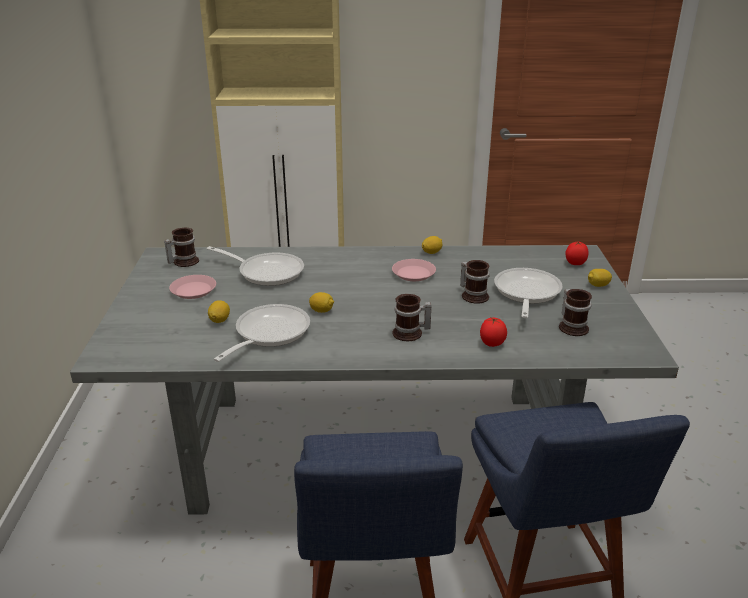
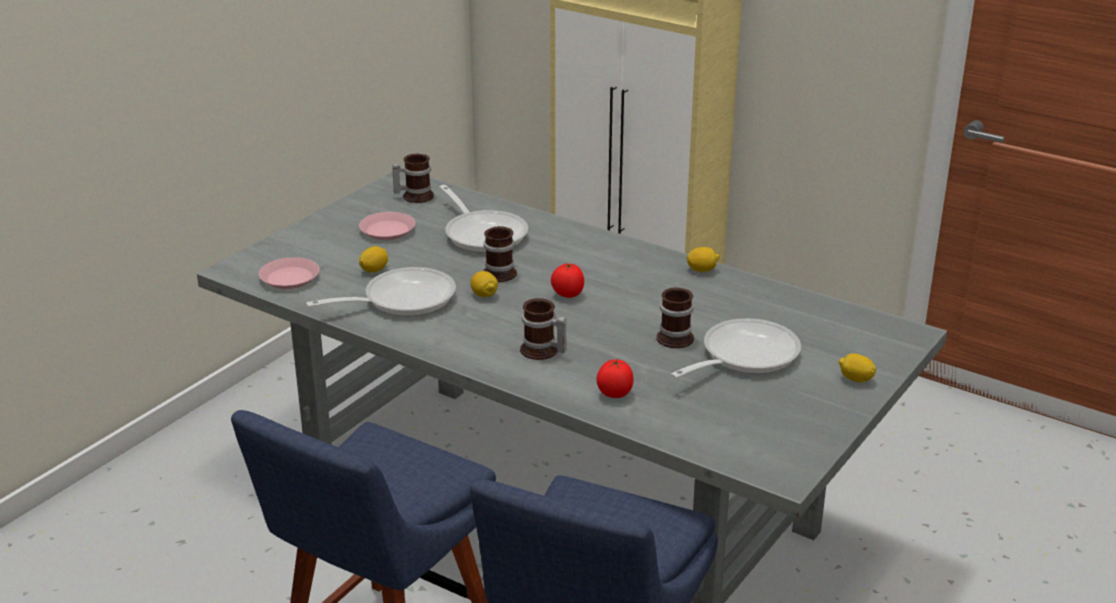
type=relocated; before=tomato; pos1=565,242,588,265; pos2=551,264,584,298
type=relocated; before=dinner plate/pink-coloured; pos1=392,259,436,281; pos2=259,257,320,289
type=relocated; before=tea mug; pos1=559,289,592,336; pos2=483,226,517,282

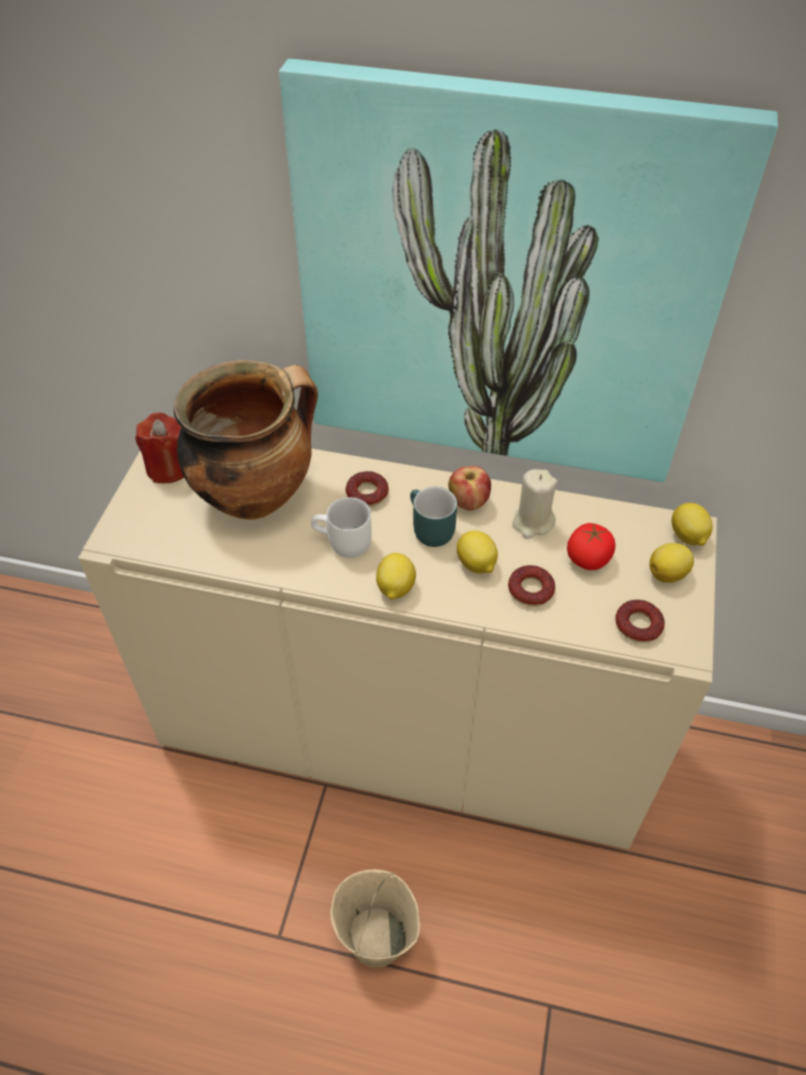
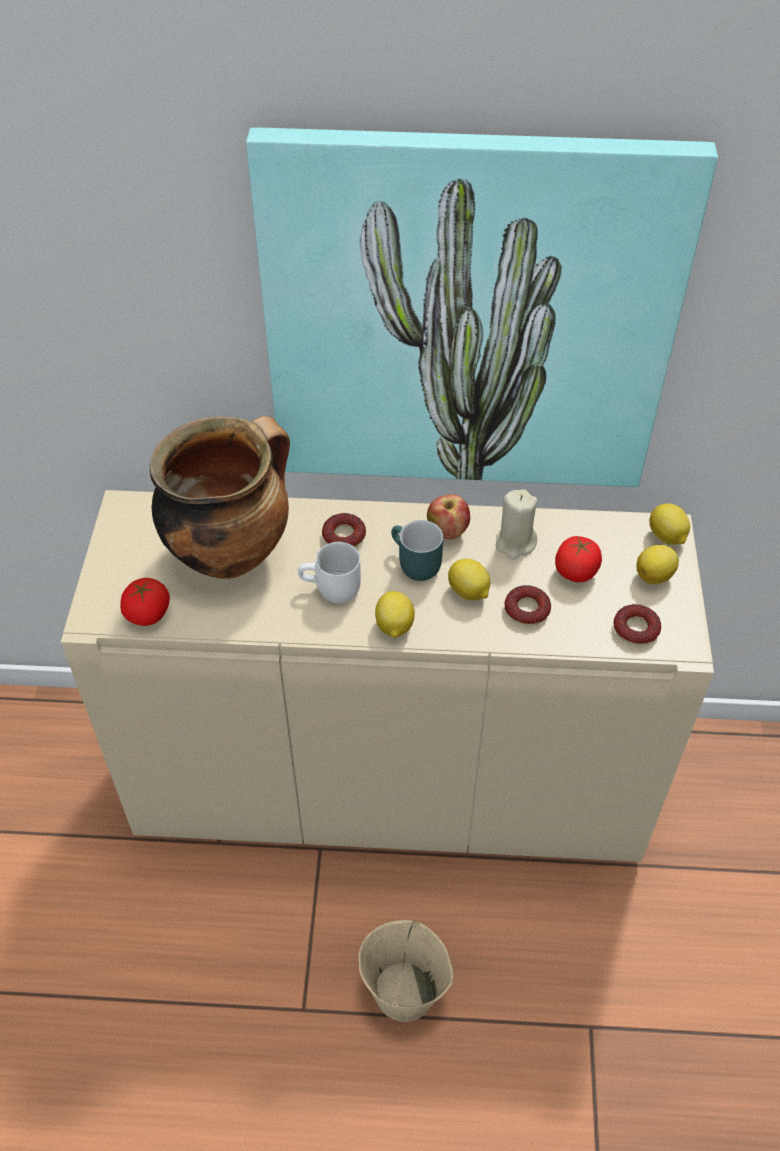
type=missing; before=wax candle/reddish; pos1=135,412,184,484
type=appeared; after=tomato; pos2=120,578,170,626

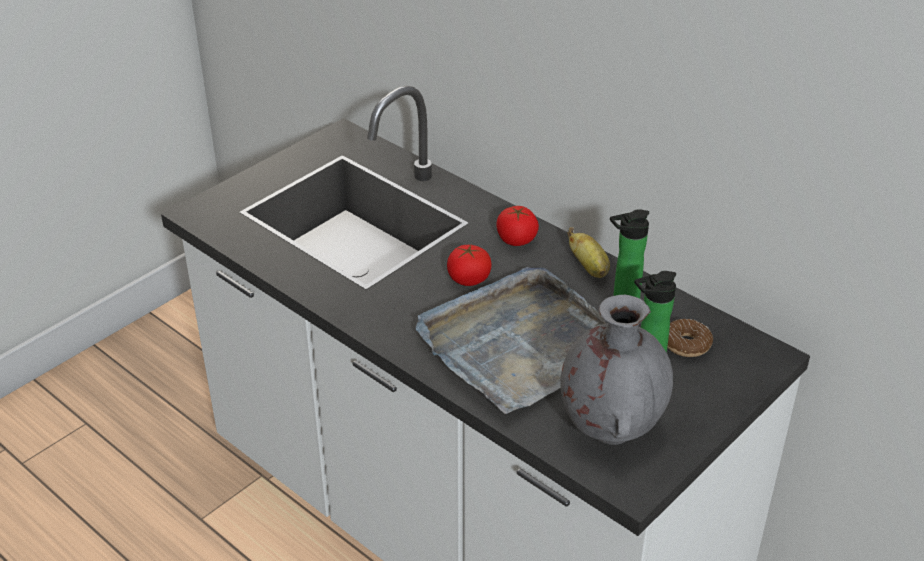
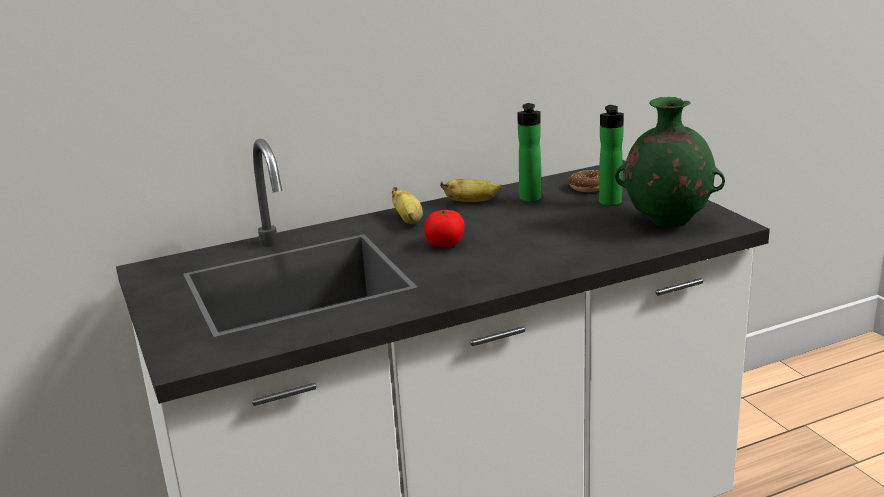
type=exchanged; before=tomato; after=banana; pos1=497,206,539,246; pos2=392,187,423,224
type=missing; before=serving tray/grey; pos1=416,267,606,414
type=colour; before=decorative vase/grey; after=decorative vase/green-coloured; pos1=560,295,673,445; pos2=615,97,725,227

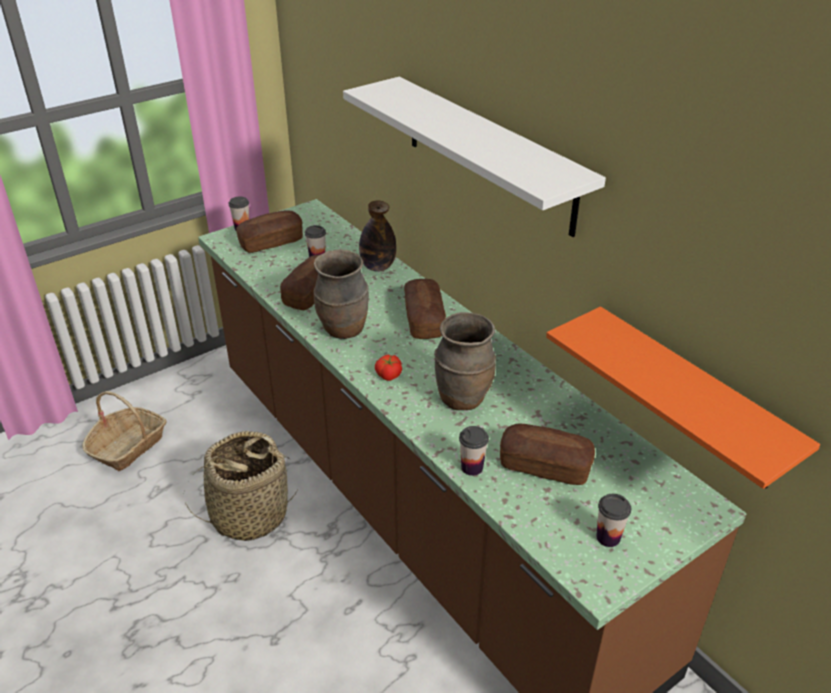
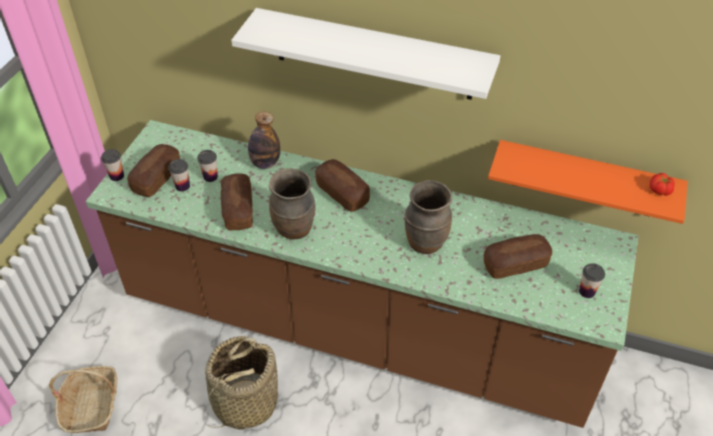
type=relocated; before=tomato; pos1=375,354,402,381; pos2=649,173,675,196
type=relocated; before=drinking cup; pos1=459,426,489,476; pos2=168,159,190,191

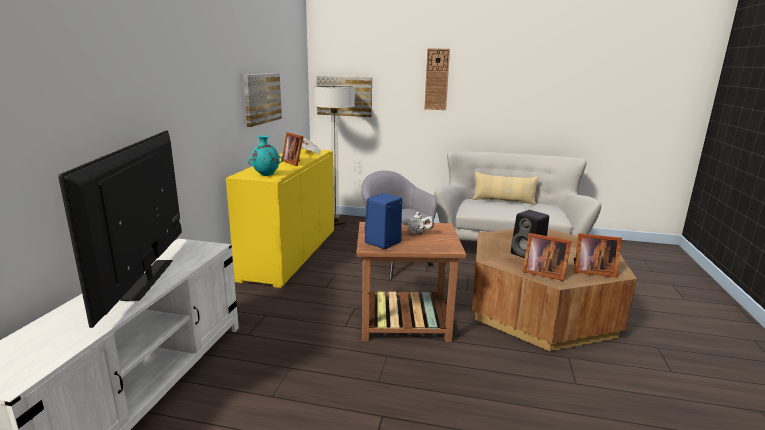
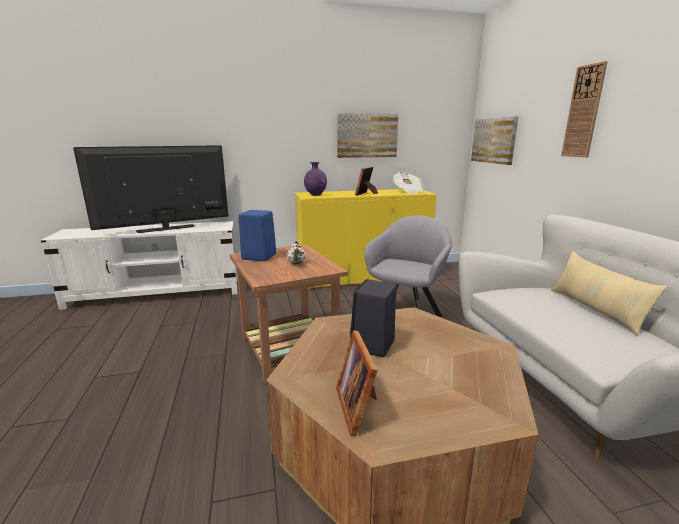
type=missing; before=standard lamp; pos1=313,85,355,226
type=colour; before=decorative vase/turquoise; after=decorative vase/purple-coloured; pos1=248,135,283,176; pos2=304,162,327,196
type=missing; before=photo frame; pos1=522,233,571,281

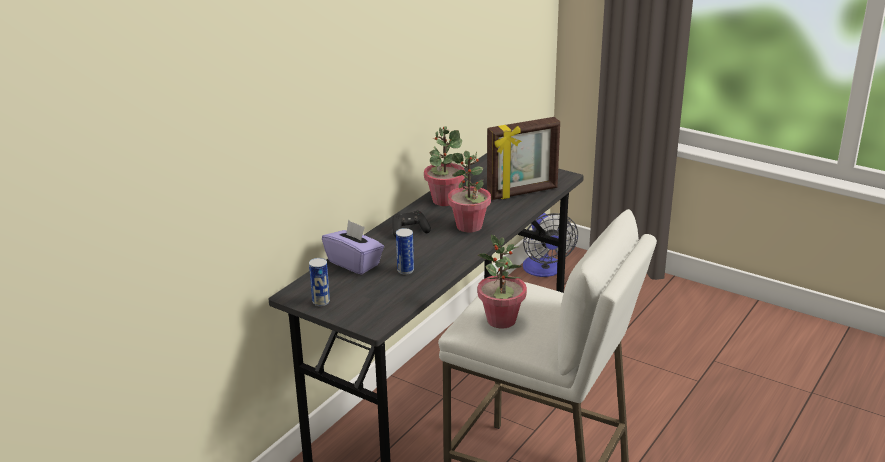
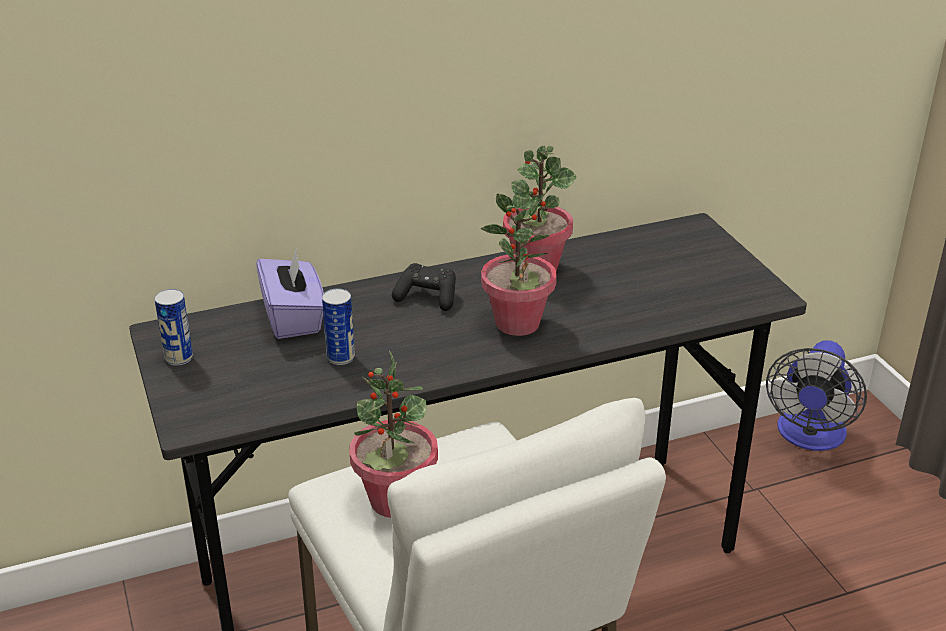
type=missing; before=photo frame; pos1=487,117,560,200

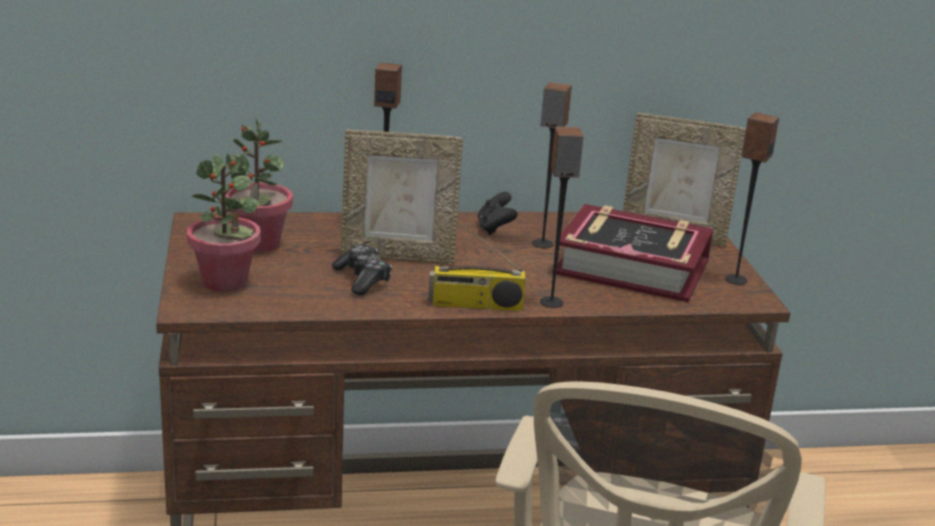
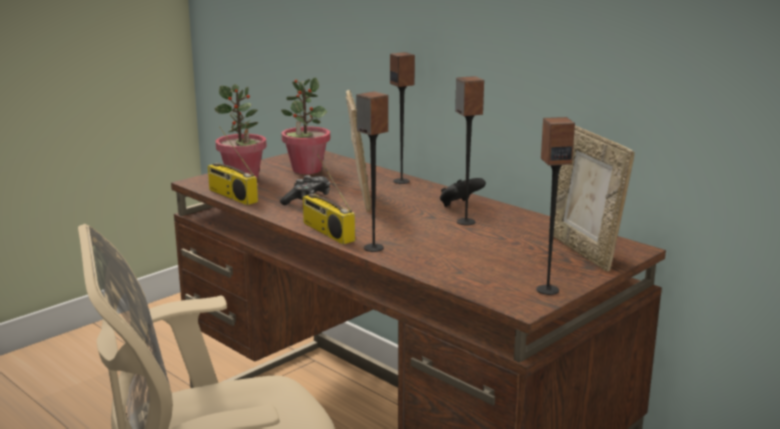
type=spun; before=photo frame; pos1=341,129,463,264; pos2=346,90,371,212; turn=-150
type=missing; before=volume; pos1=552,204,713,302
type=appeared; after=radio set; pos2=208,127,258,205

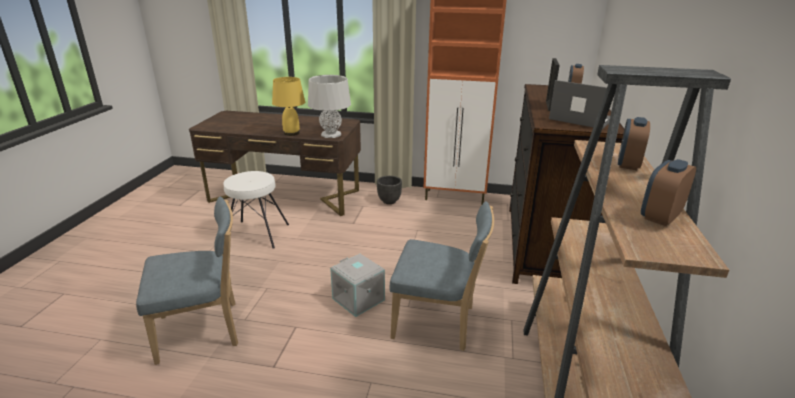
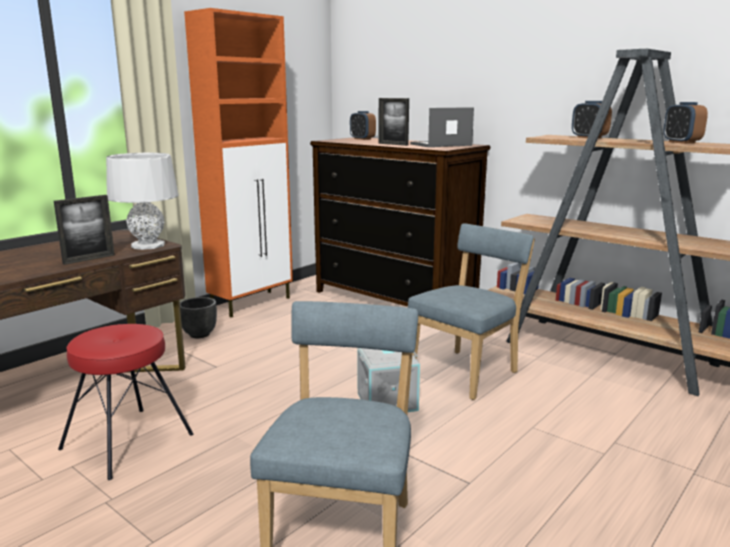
type=exchanged; before=table lamp/yellowish; after=photo frame; pos1=272,77,305,136; pos2=54,195,115,265
type=colour; before=stool seat/white-coloured; after=stool seat/reddish; pos1=223,171,289,248; pos2=58,324,194,480

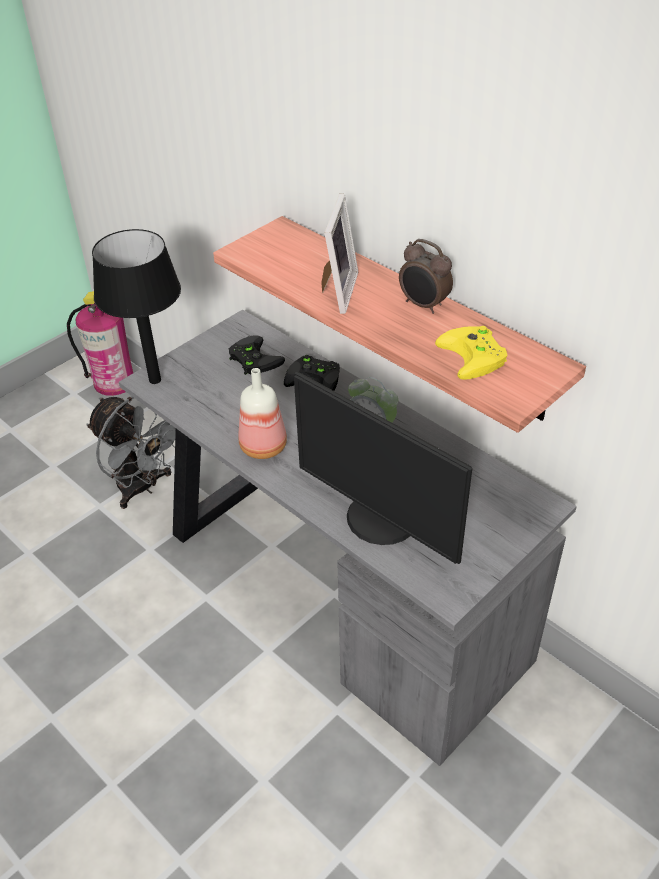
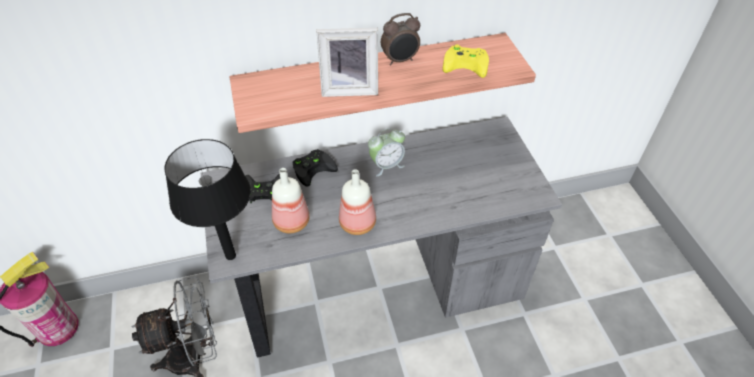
type=spun; before=photo frame; pos1=321,194,358,314; pos2=317,28,378,97; turn=135
type=missing; before=monitor; pos1=294,372,472,564
type=appeared; after=beverage bottle; pos2=272,168,310,233

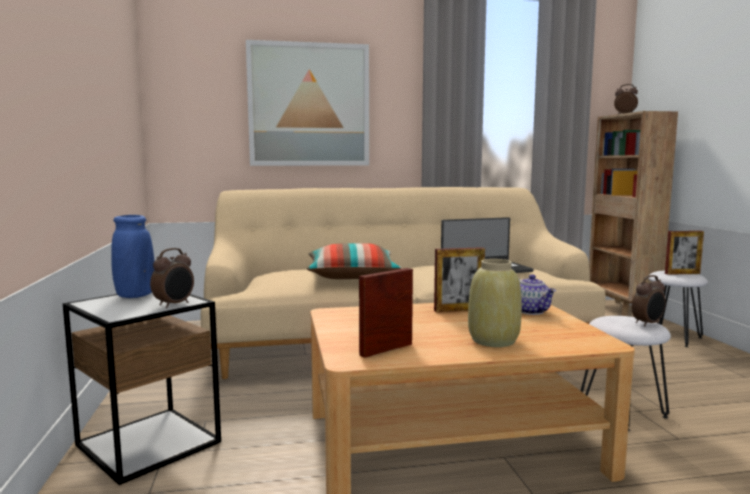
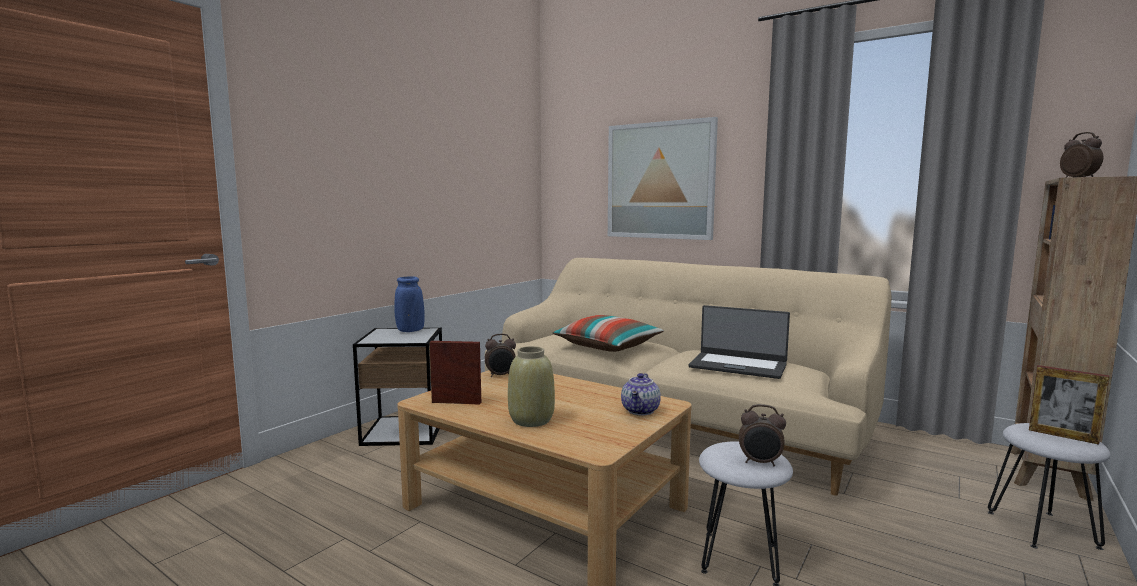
type=missing; before=photo frame; pos1=434,247,485,312
type=relocated; before=alarm clock; pos1=150,248,194,308; pos2=485,334,516,377

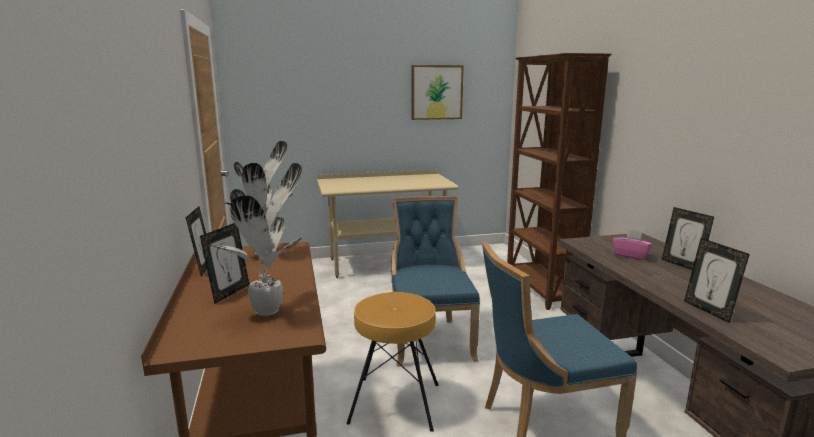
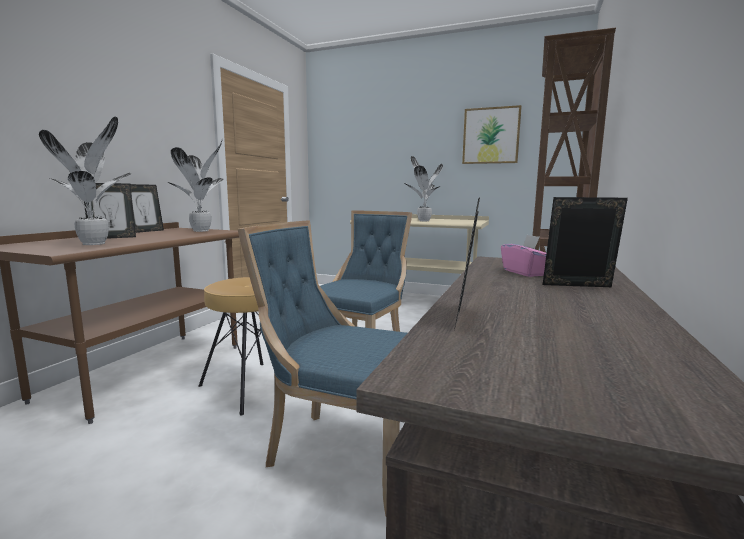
type=spun; before=photo frame; pos1=662,207,714,270; pos2=543,197,628,287; turn=90
type=appeared; after=houseplant; pos2=404,156,443,221

